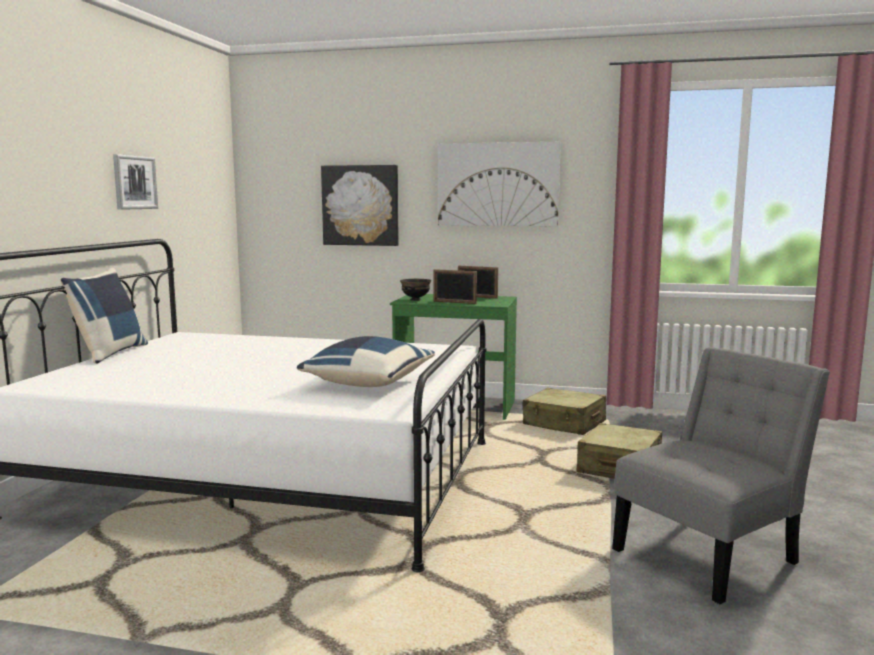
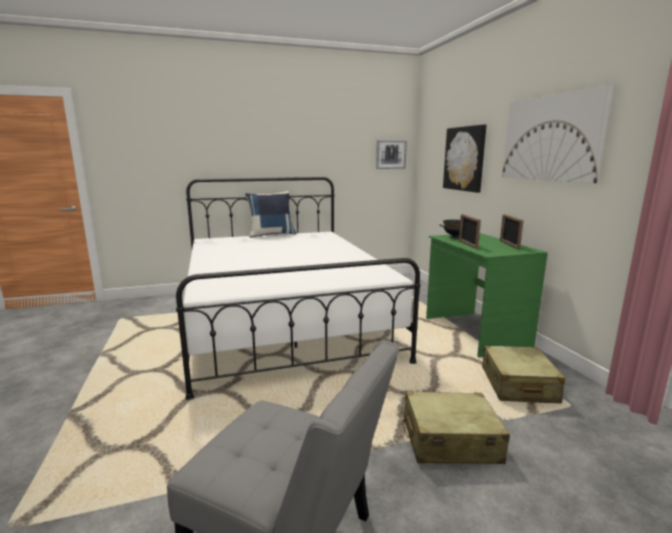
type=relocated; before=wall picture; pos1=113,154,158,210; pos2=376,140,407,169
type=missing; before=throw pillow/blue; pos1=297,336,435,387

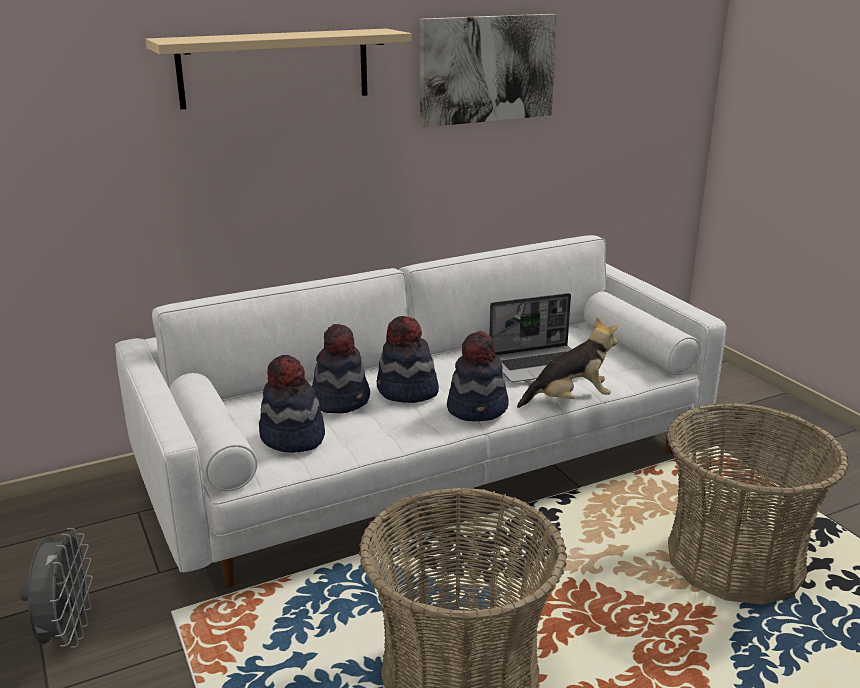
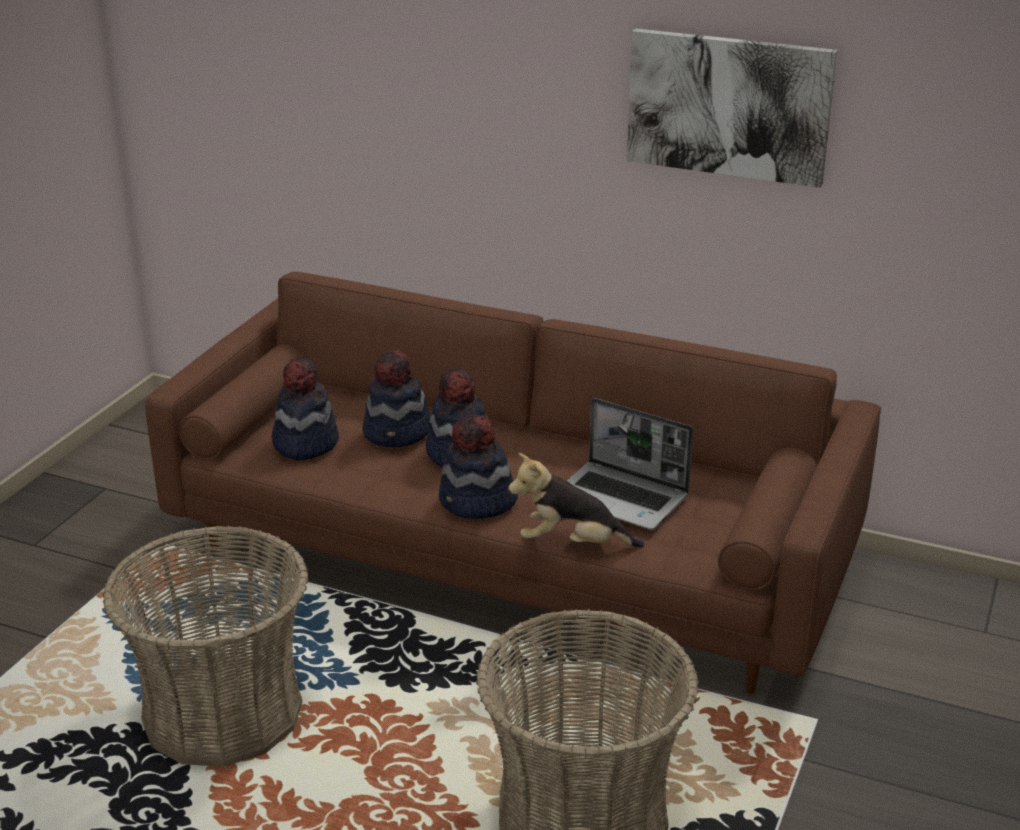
type=missing; before=wall shelf/sand-coloured; pos1=145,29,411,109
type=colour; before=settee/white-coloured; after=settee/brown; pos1=115,235,726,588; pos2=145,272,881,694
type=spun; before=soft toy; pos1=517,317,619,408; pos2=508,453,644,547; turn=150
type=missing; before=electric fan/grey; pos1=19,528,93,648

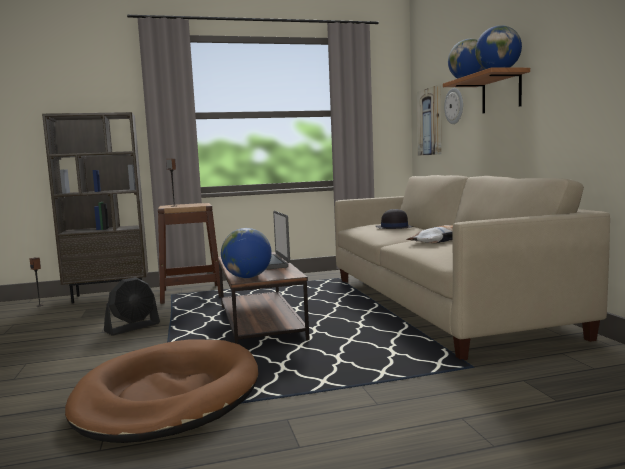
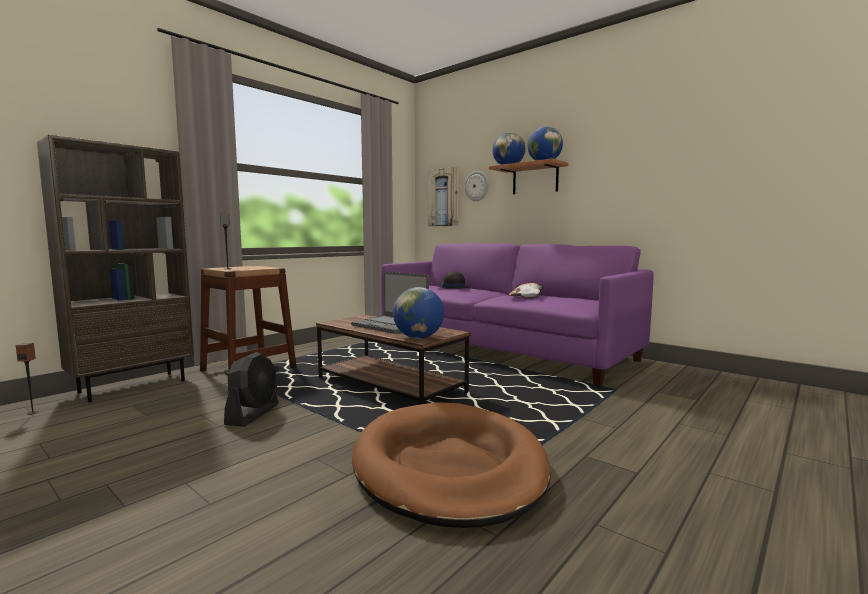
type=colour; before=settee/sand-coloured; after=settee/purple-coloured; pos1=335,175,610,360; pos2=381,243,654,386

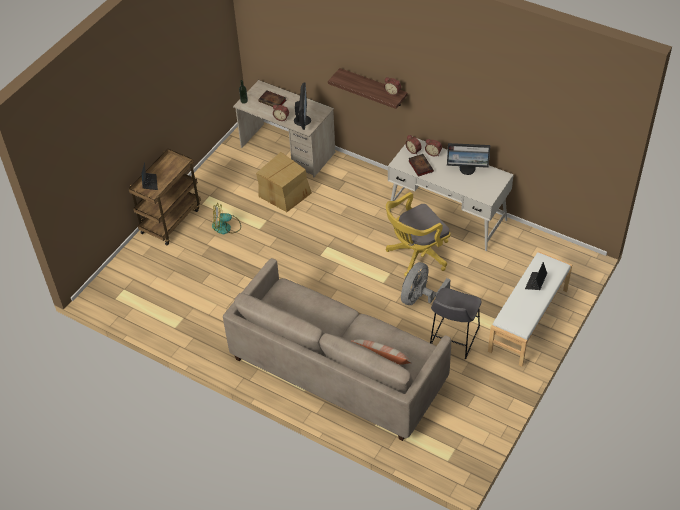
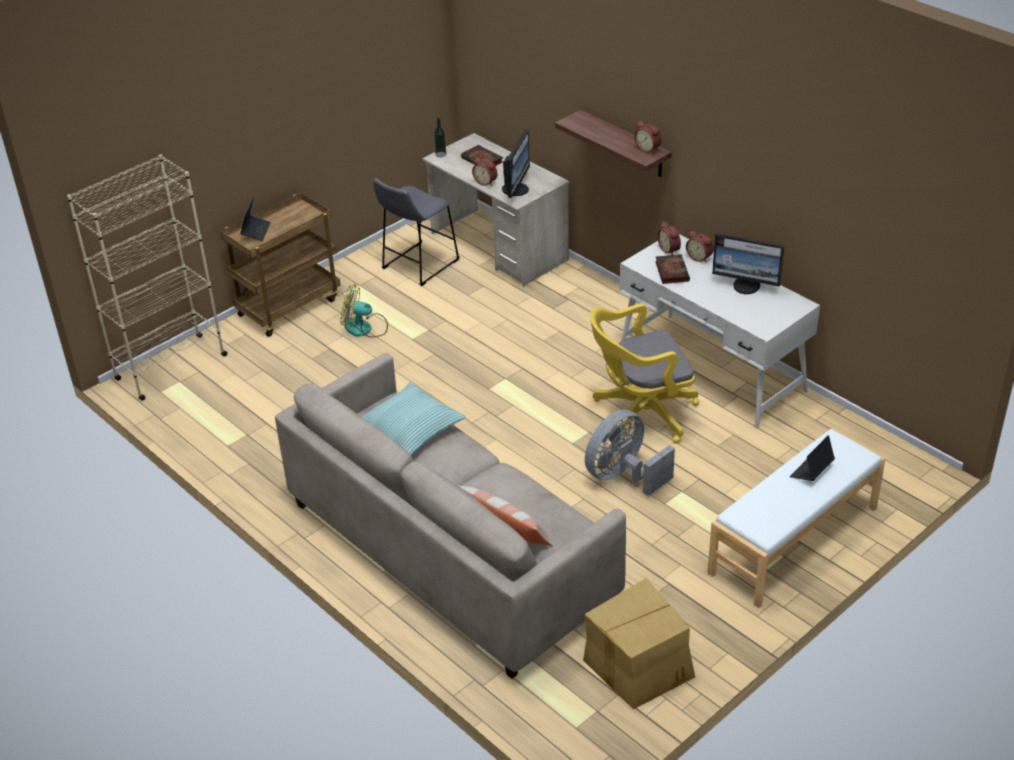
type=relocated; before=packing box; pos1=256,152,312,212; pos2=583,578,695,710
type=relocated; before=stool seat/grey; pos1=430,288,482,359; pos2=373,179,459,286
type=appeared; after=shelving unit/sand-coloured; pos2=67,154,227,401
type=appeared; after=throw pillow; pos2=361,382,466,455

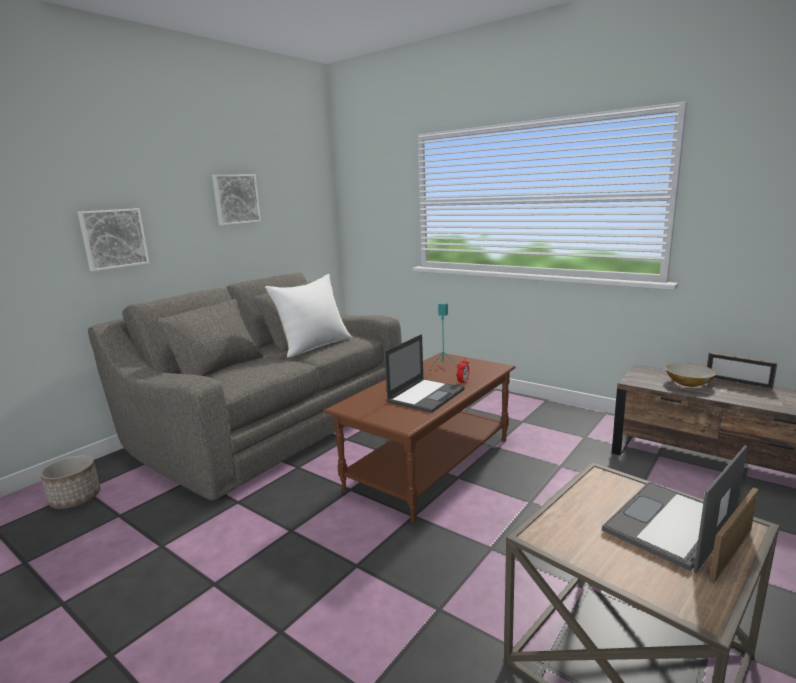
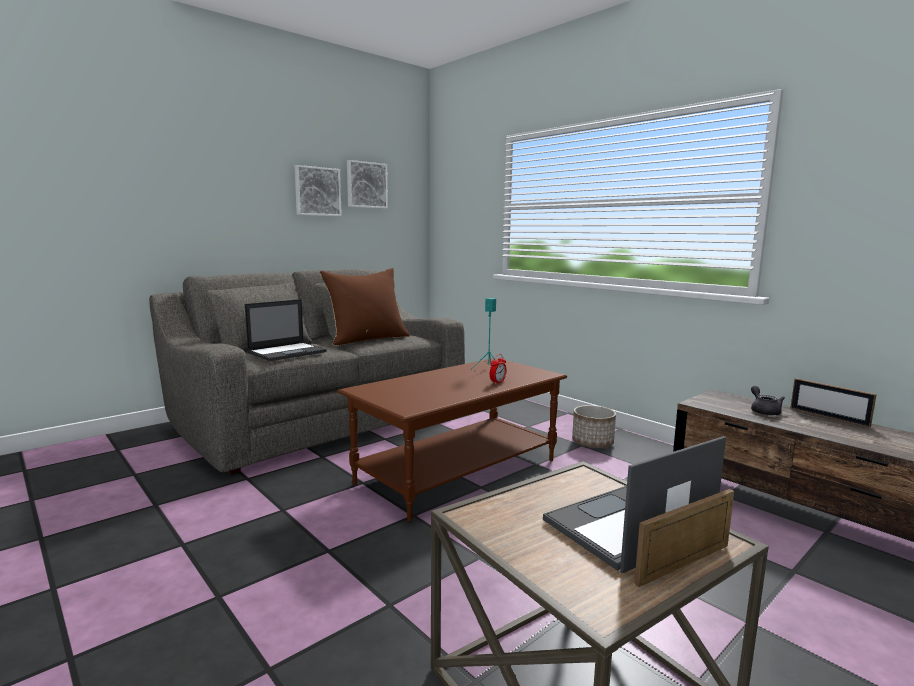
type=relocated; before=wall picture; pos1=77,208,149,271; pos2=347,160,388,209
type=colour; before=throw pillow/white-coloured; after=throw pillow/brown; pos1=265,274,352,358; pos2=320,268,410,345
type=relocated; before=laptop; pos1=385,334,465,413; pos2=245,299,327,361
type=exchanged; before=bowl; after=tea pot/grey; pos1=665,363,716,387; pos2=751,386,785,416
type=relocated; before=plant pot; pos1=40,455,100,509; pos2=572,405,616,448

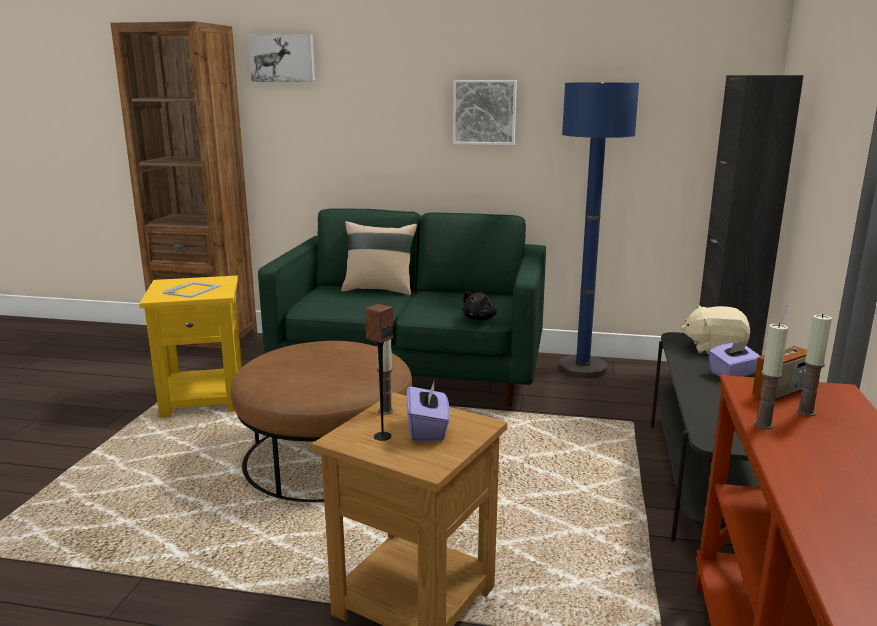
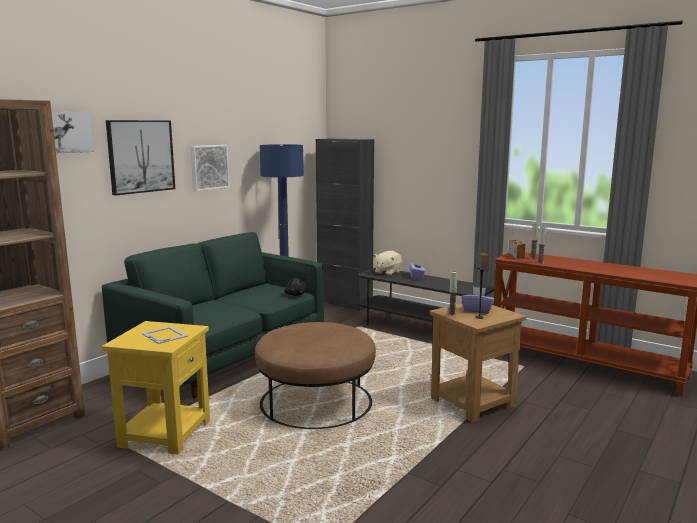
type=missing; before=throw pillow/sand-coloured; pos1=341,221,417,295
type=appeared; after=wall picture; pos2=106,120,175,196

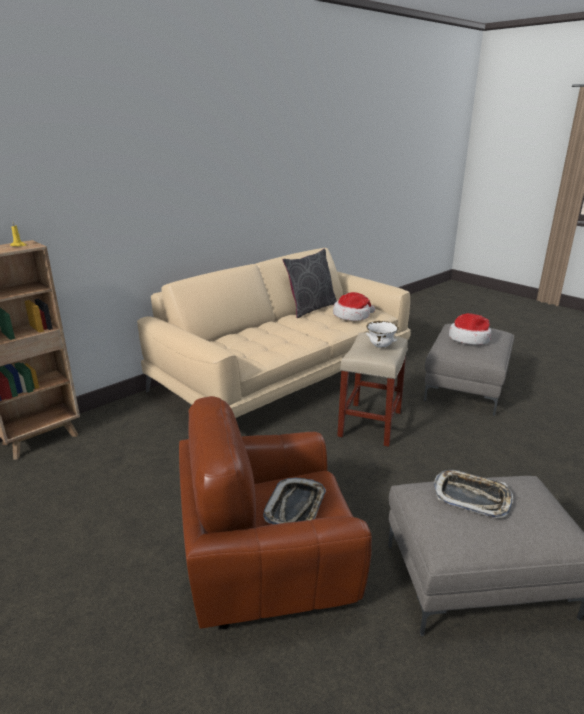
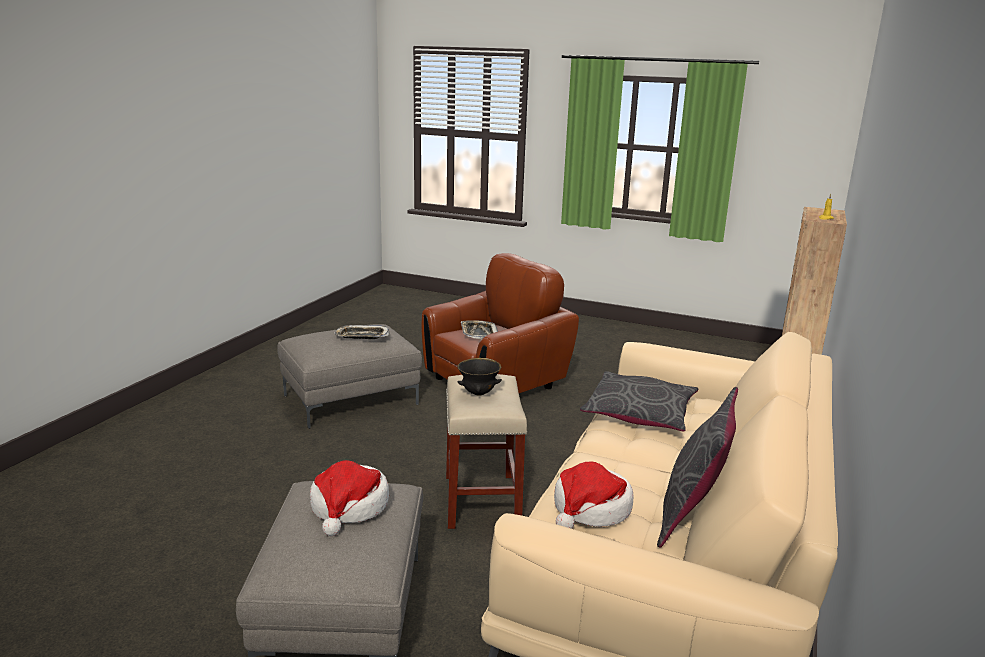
type=colour; before=bowl/white-coloured; after=bowl/black; pos1=366,321,399,348; pos2=457,358,502,395
type=appeared; after=throw pillow/grey; pos2=580,371,698,431

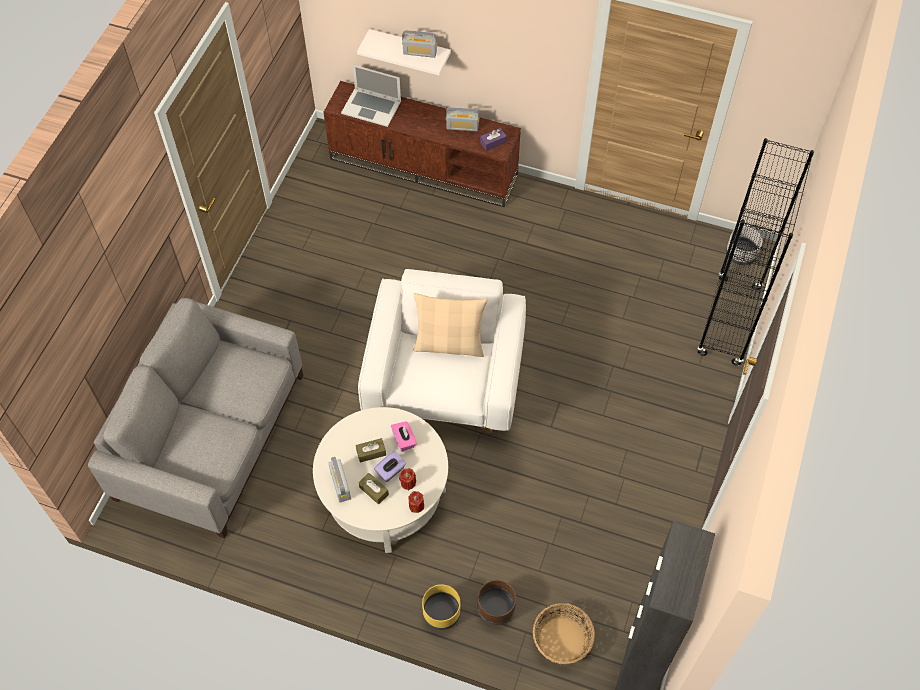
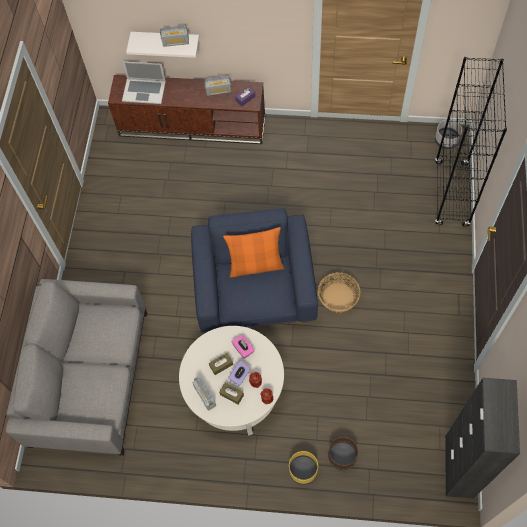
type=colour; before=easy chair/white-coloured; after=easy chair/blue; pos1=358,269,526,433; pos2=191,208,318,332
type=colour; before=throw pillow/sand-coloured; after=throw pillow/orange; pos1=413,293,487,357; pos2=223,227,284,277
type=relocated; before=basket; pos1=533,603,595,664; pos2=318,272,360,312

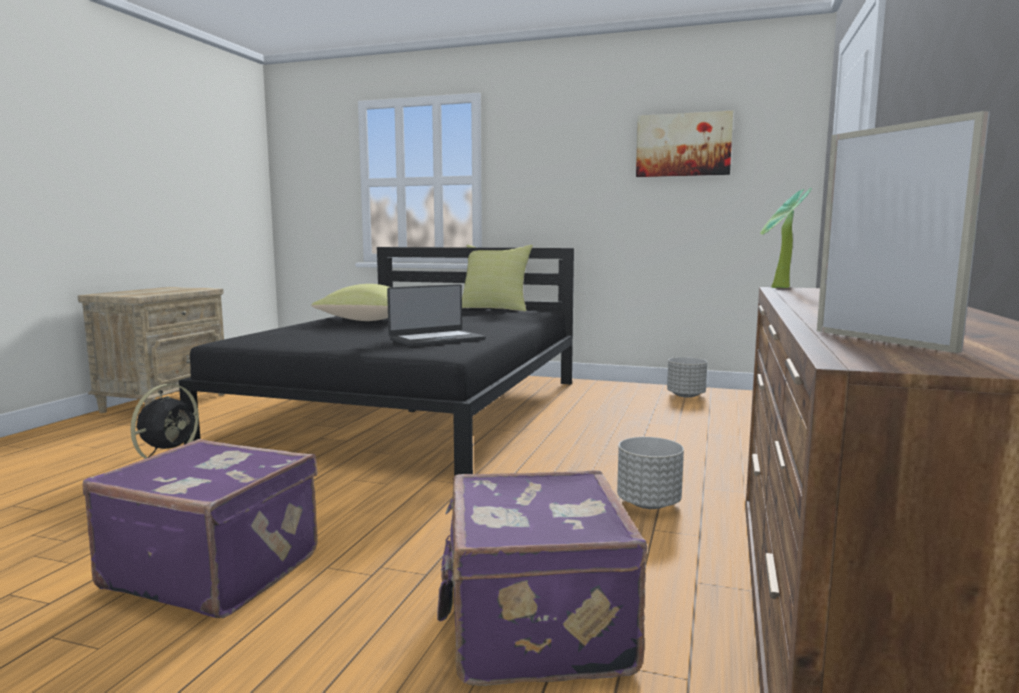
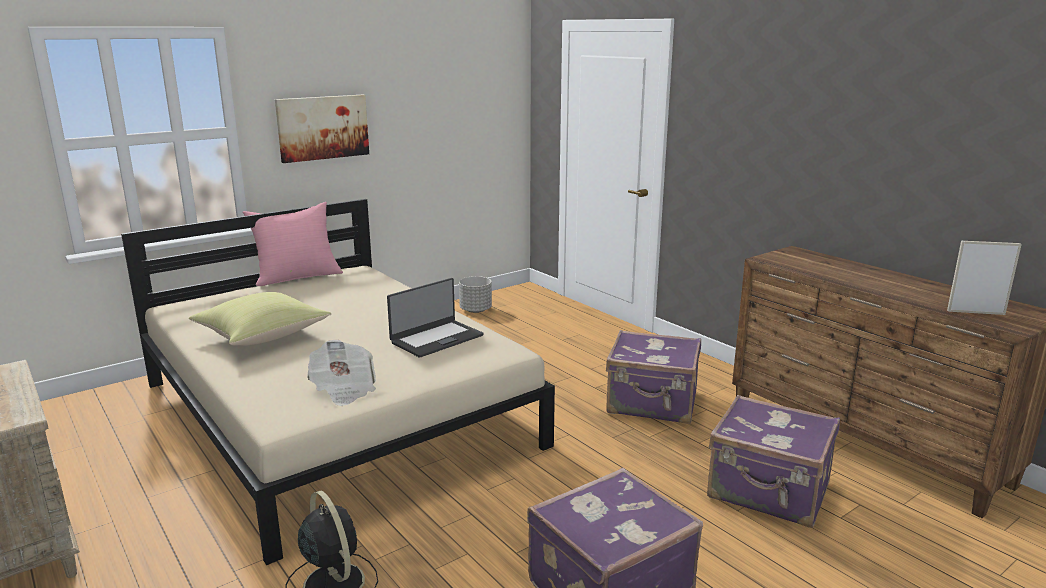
type=relocated; before=wall picture; pos1=636,111,733,177; pos2=275,95,369,163
type=missing; before=houseplant; pos1=760,188,812,288
type=colour; before=throw pillow/yellowish; after=throw pillow/pink-coloured; pos1=462,245,533,311; pos2=242,202,343,286
type=colour; before=bed/black; after=bed/sand-coloured; pos1=179,247,574,476; pos2=121,199,555,565
type=spun; before=laptop; pos1=387,284,486,347; pos2=387,278,484,358; turn=45
type=exchanged; before=plant pot/grey; after=piece of luggage/purple-coloured; pos1=617,437,684,509; pos2=606,330,701,424
type=appeared; after=daily paper; pos2=307,340,376,406

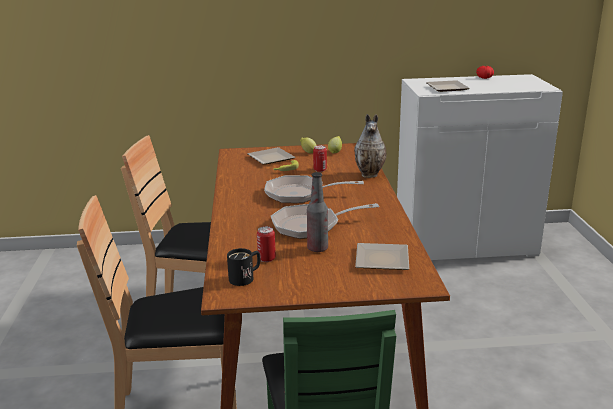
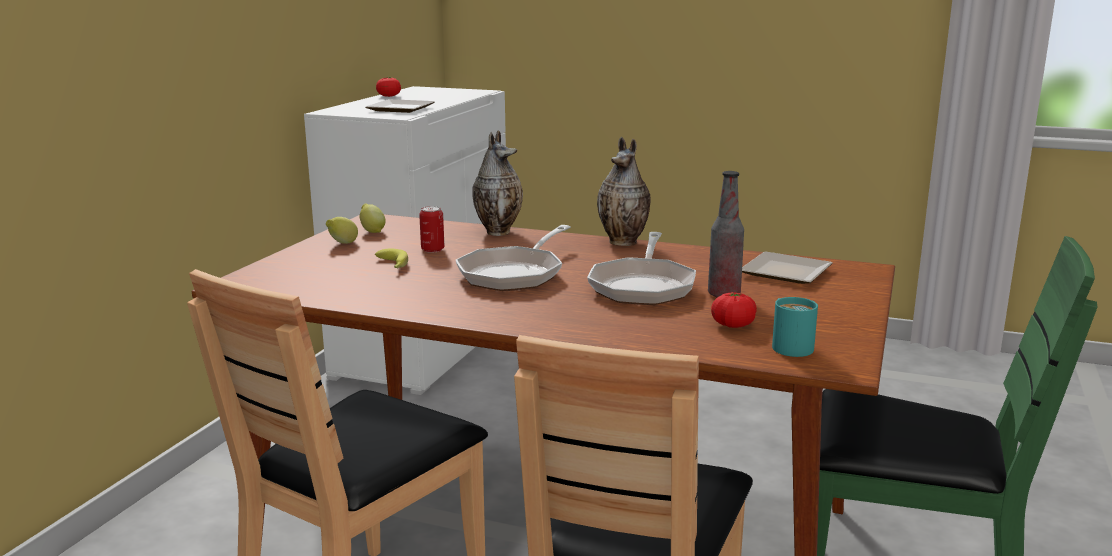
type=missing; before=dinner plate; pos1=247,147,295,165
type=exchanged; before=metal can; after=tomato; pos1=257,226,276,262; pos2=711,292,757,328
type=colour; before=tea mug/black; after=tea mug/turquoise; pos1=227,248,260,286; pos2=772,297,818,357
type=appeared; after=decorative vase; pos2=597,137,651,246

